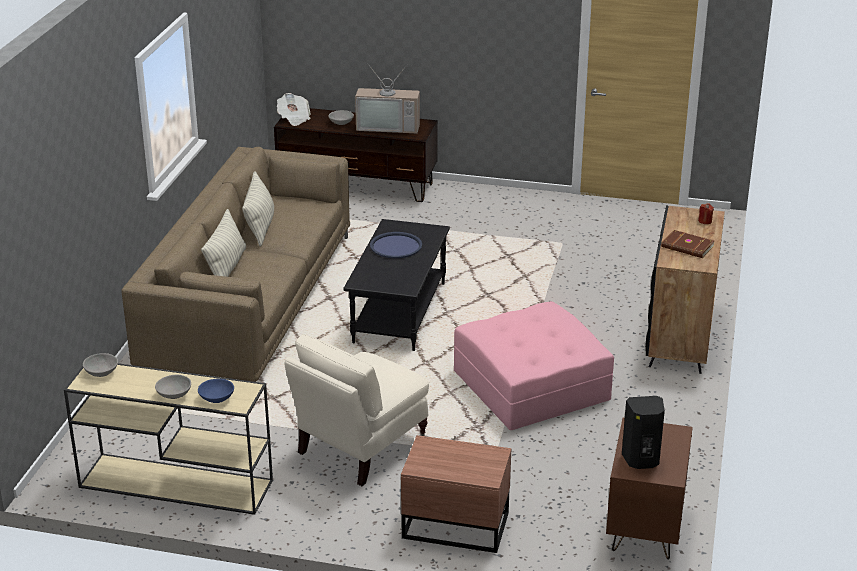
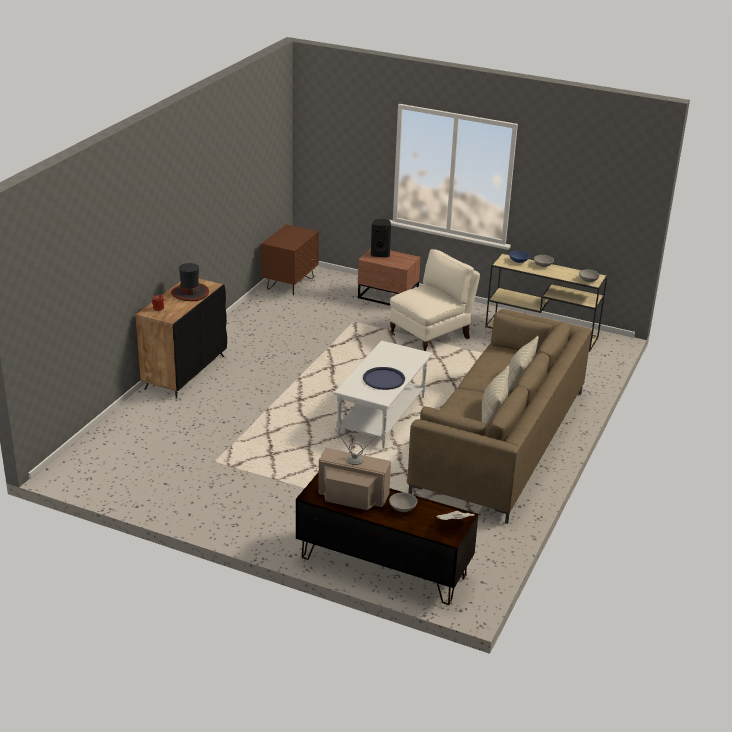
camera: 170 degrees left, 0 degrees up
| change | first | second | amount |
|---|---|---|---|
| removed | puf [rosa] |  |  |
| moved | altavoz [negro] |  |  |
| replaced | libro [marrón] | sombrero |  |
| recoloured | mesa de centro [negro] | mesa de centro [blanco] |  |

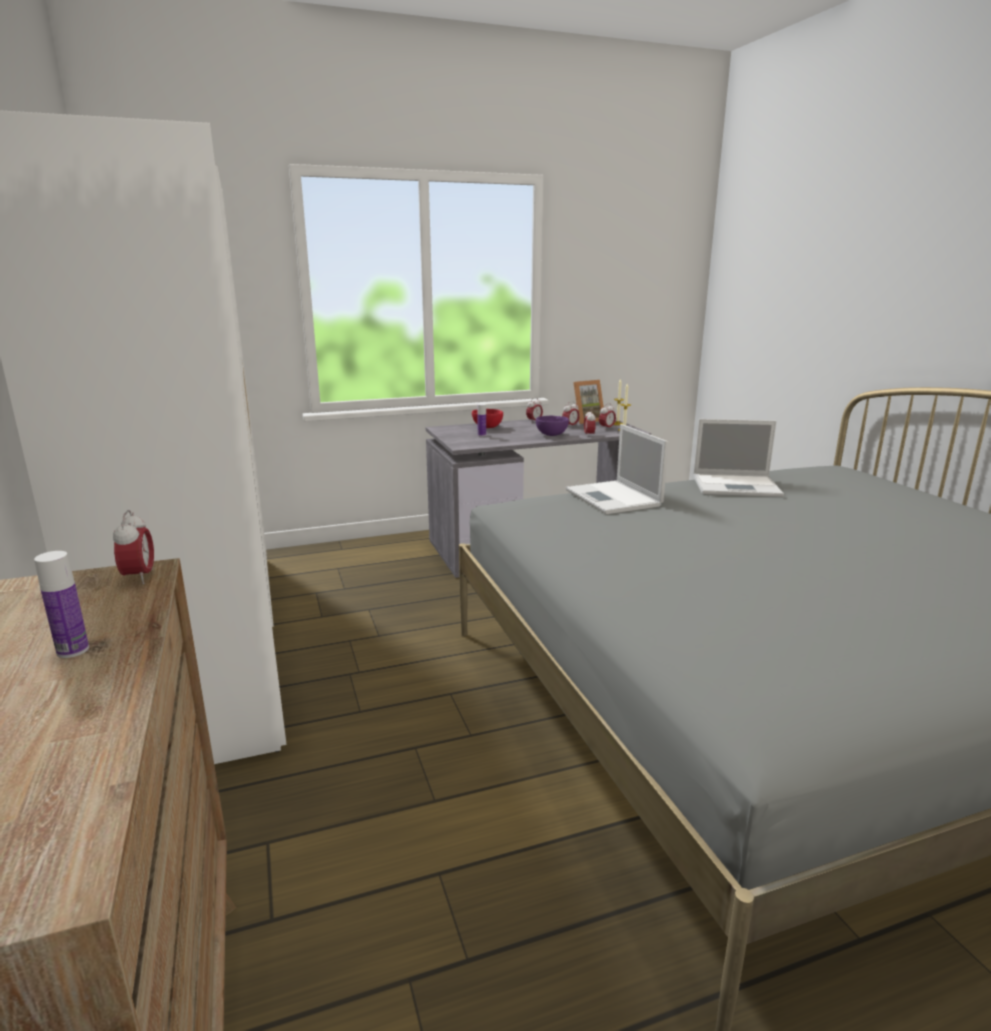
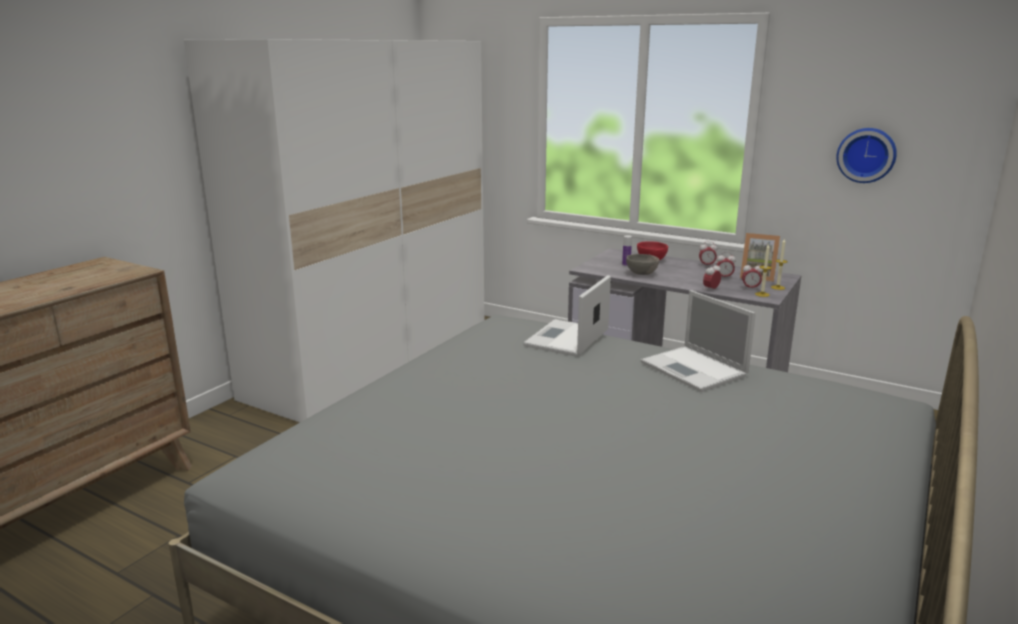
camera: 50 degrees right, 0 degrees up
| change | first | second | amount |
|---|---|---|---|
| removed | botella (1st from left) |  |  |
| removed | despertador (1st from left) |  |  |
| removed | cuenco [morado] |  |  |
| added |  | cuenco [gris] |  |
| added |  | reloj de pared |  |

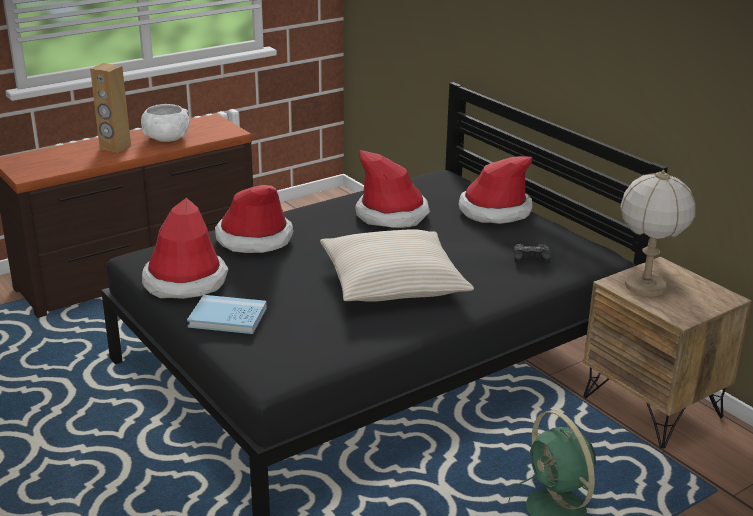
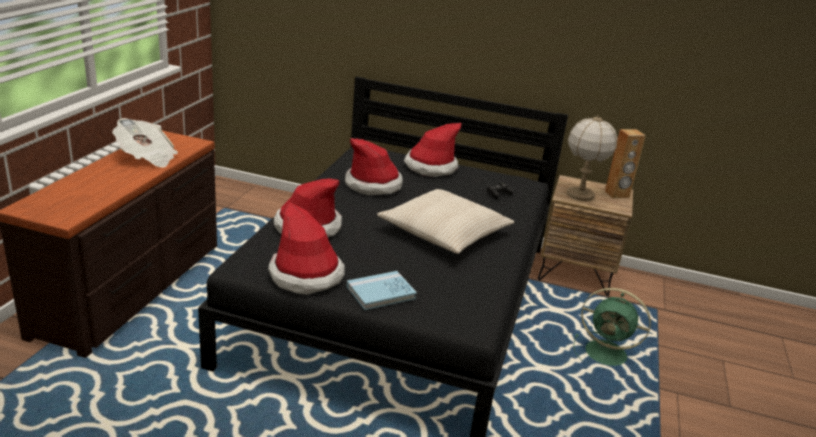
camera: 40 degrees left, 0 degrees up
| change | first | second | amount |
|---|---|---|---|
| moved | altavoz [marrón] |  |  |
| replaced | cuenco [blanco] | periódico |  |

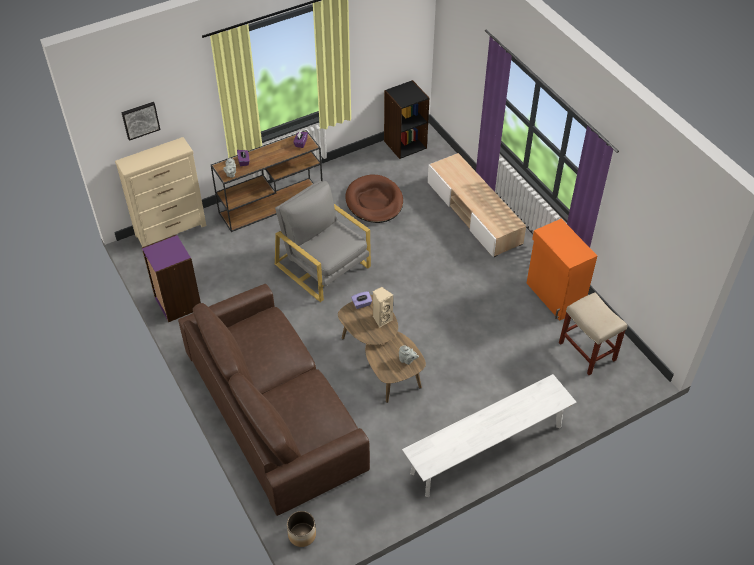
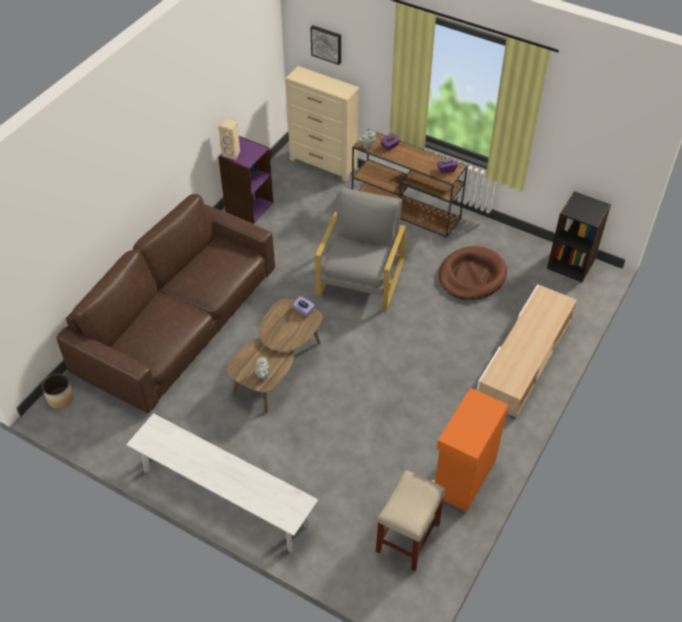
camera: 60 degrees right, 0 degrees up
| change | first | second | amount |
|---|---|---|---|
| moved | altavoz [beis] |  |  |

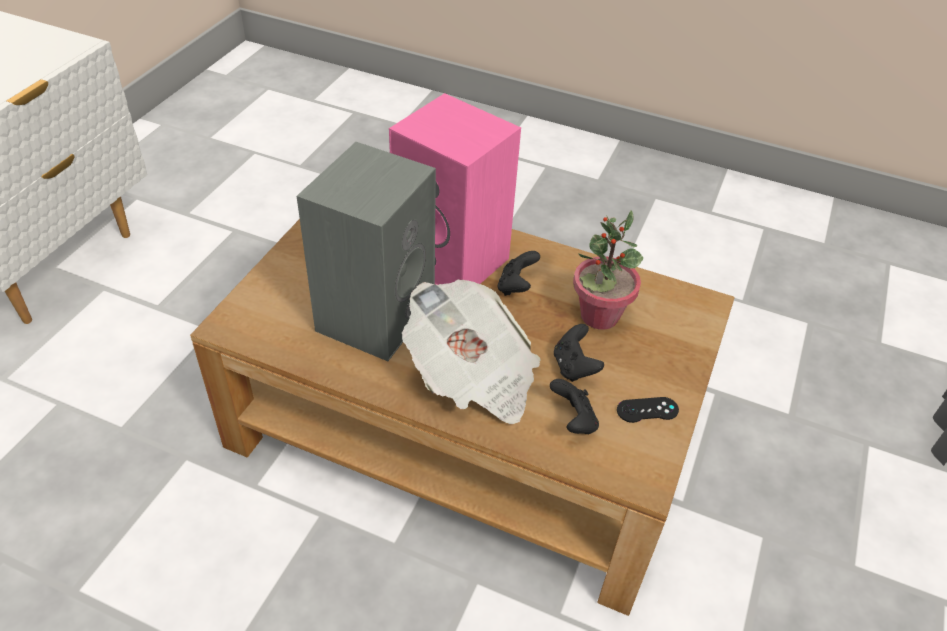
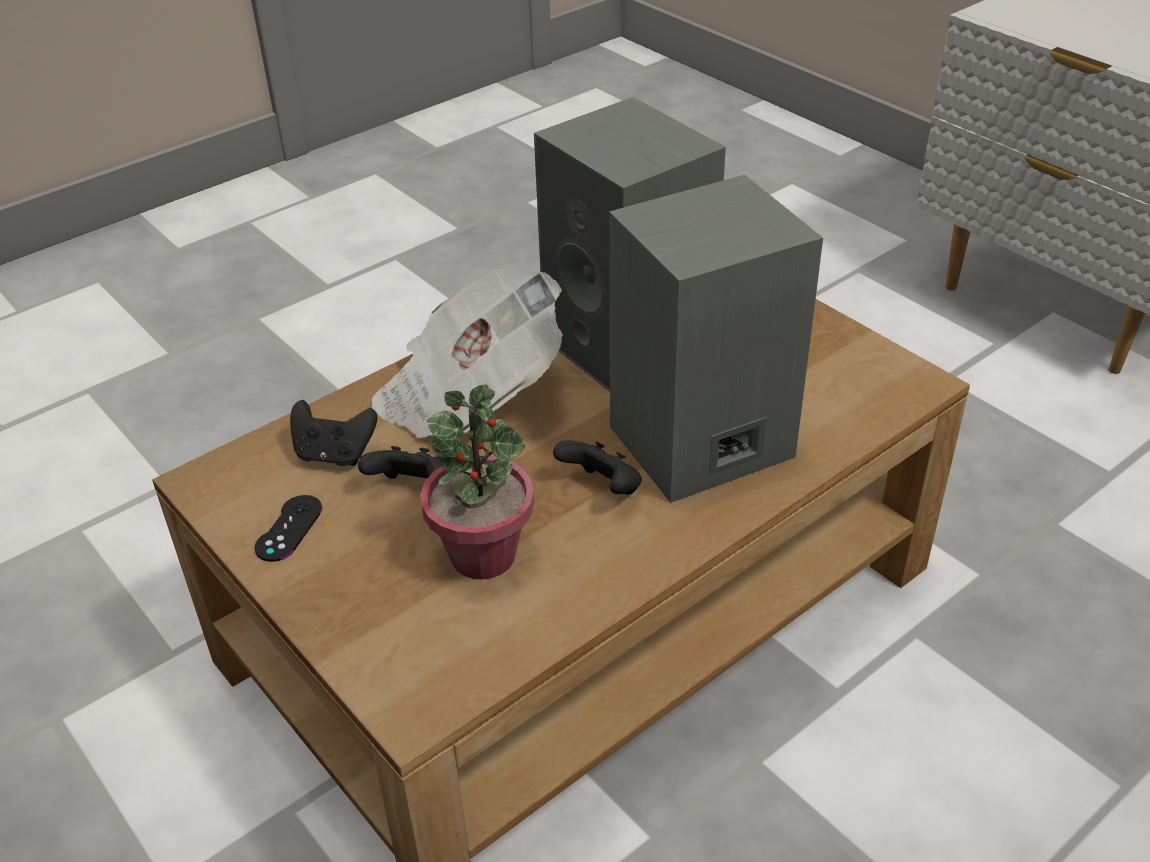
camera: 120 degrees right, 5 degrees down
| change | first | second | amount |
|---|---|---|---|
| recoloured | altavoz [rosa] | altavoz [gris] (2nd from left) |  |

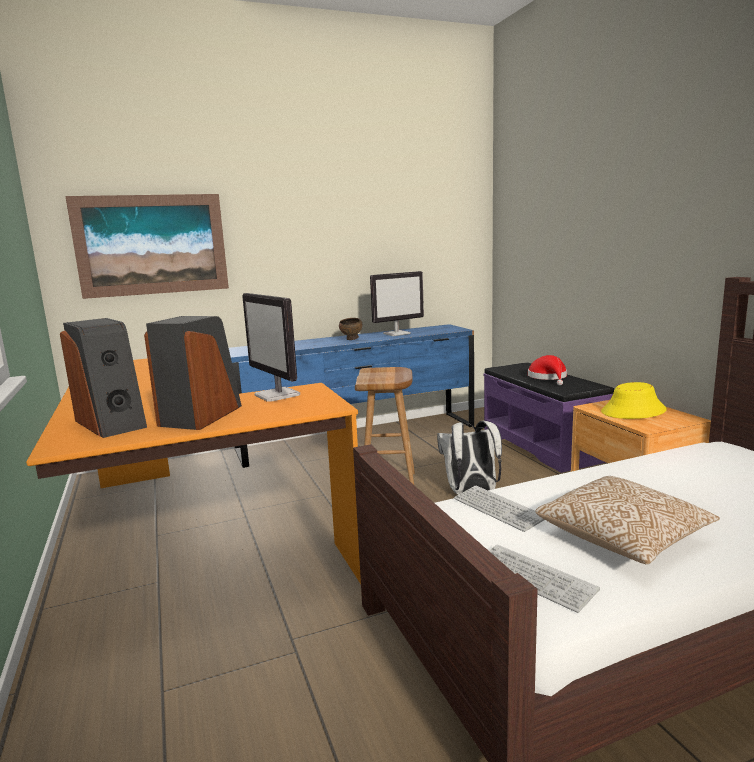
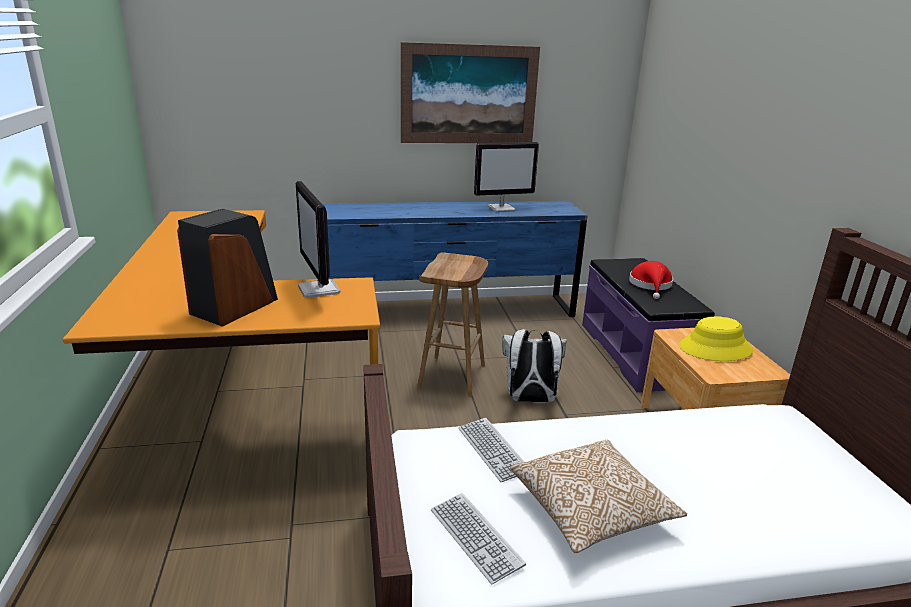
camera: 10 degrees right, 10 degrees up
| change | first | second | amount |
|---|---|---|---|
| removed | altavoz (1st from left) |  |  |
| removed | cuenco [marrón] |  |  |
| moved | cuadro |  |  |

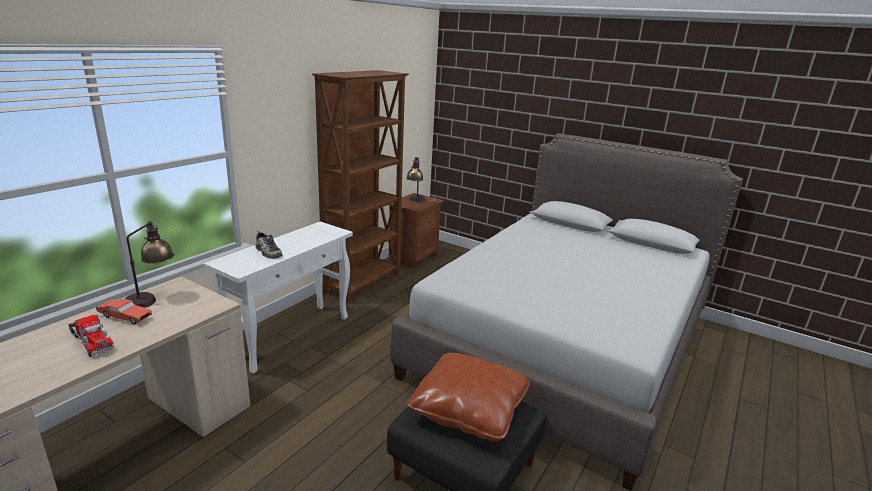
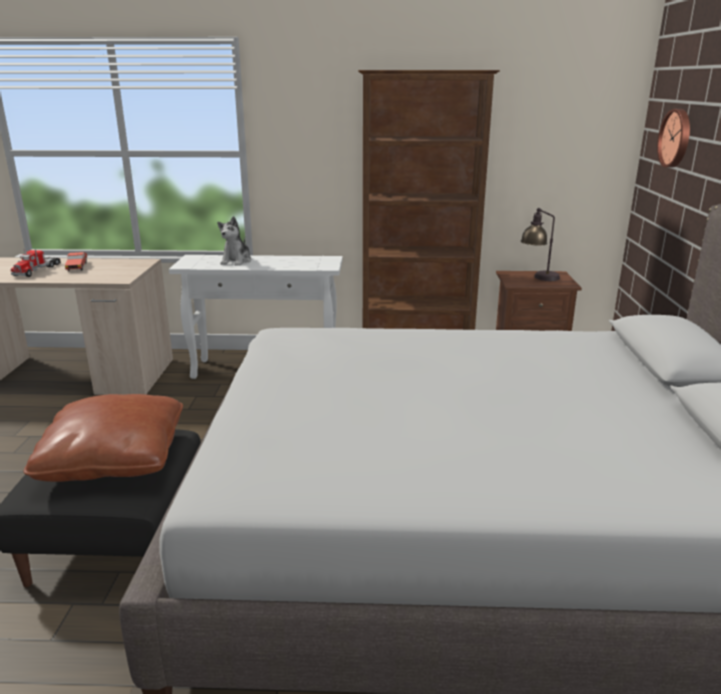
camera: 60 degrees right, 0 degrees up
| change | first | second | amount |
|---|---|---|---|
| removed | lámpara de mesa (1st from left) |  |  |
| added |  | reloj de pared |  |
| replaced | zapato | peluche |  |

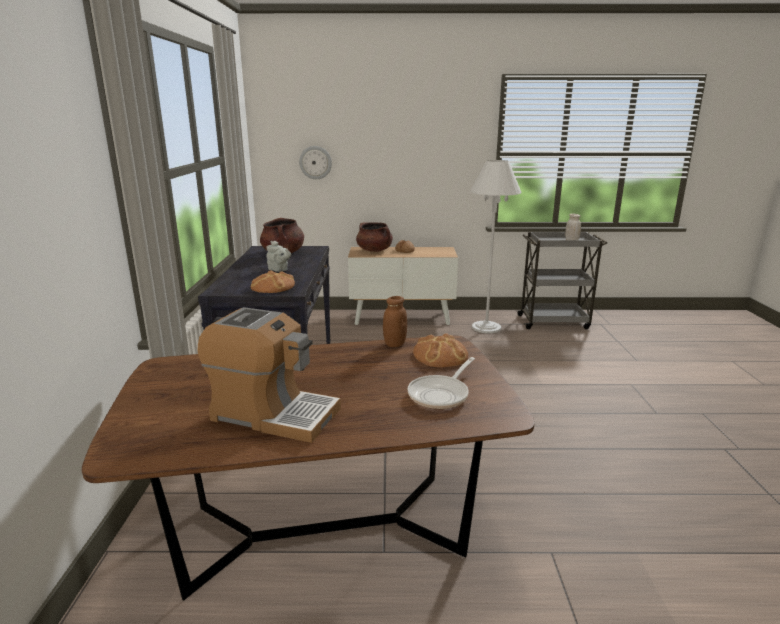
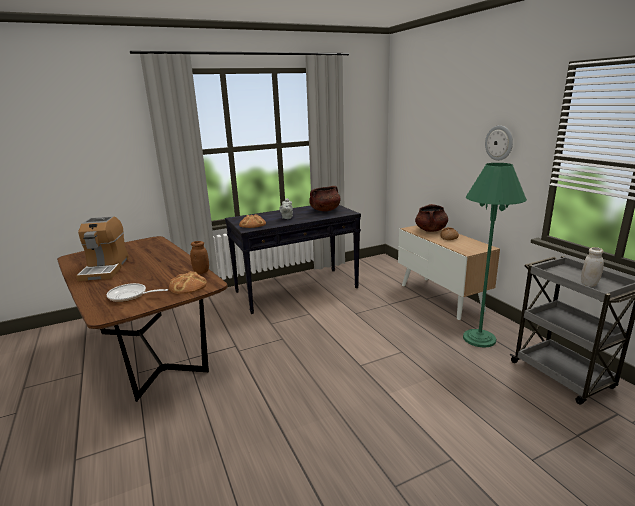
camera: 65 degrees right, 0 degrees up
| change | first | second | amount |
|---|---|---|---|
| moved | reloj de pared |  |  |
| recoloured | lámpara de pie [blanco] | lámpara de pie [verde] |  |

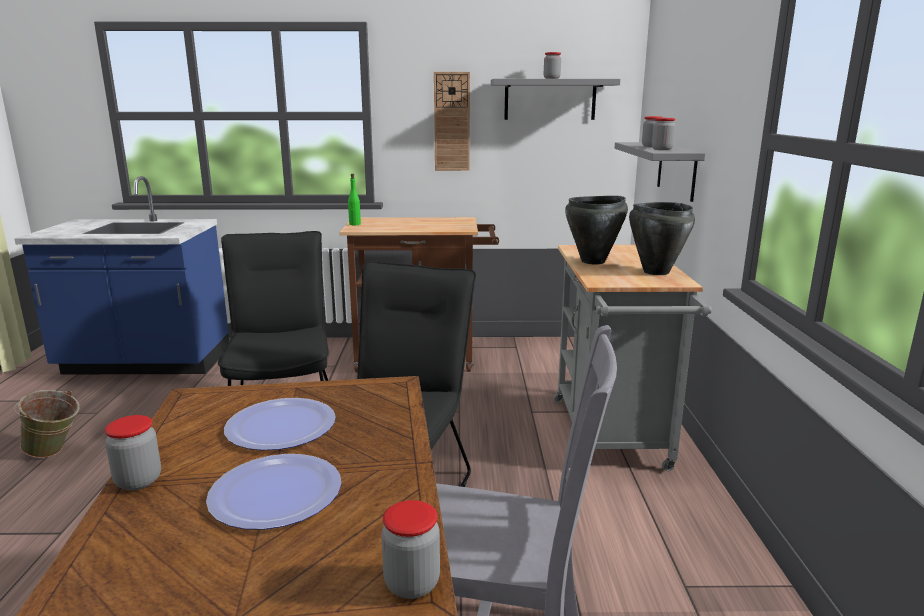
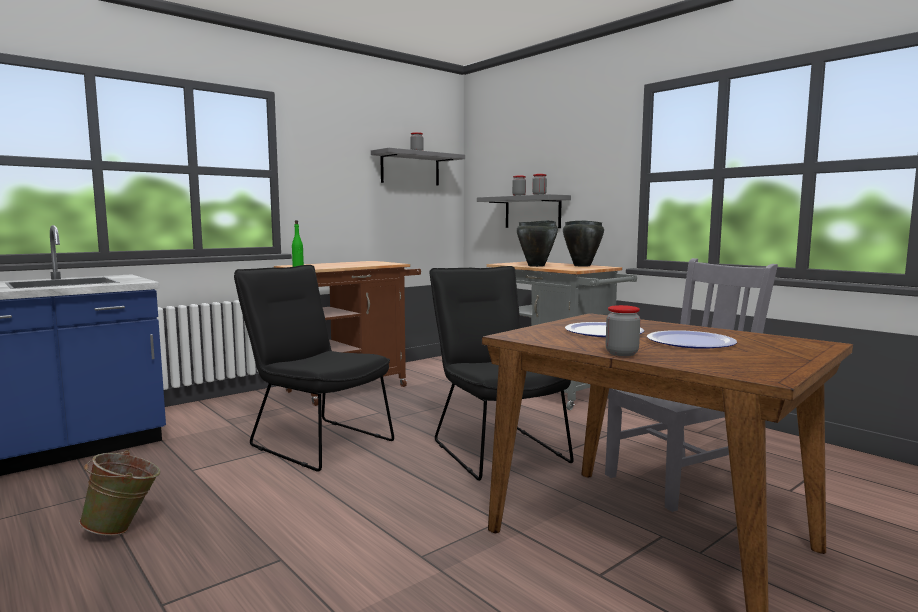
camera: 40 degrees left, 10 degrees down
| change | first | second | amount |
|---|---|---|---|
| removed | tarro (2nd from left) |  |  |
| removed | reloj de pared |  |  |

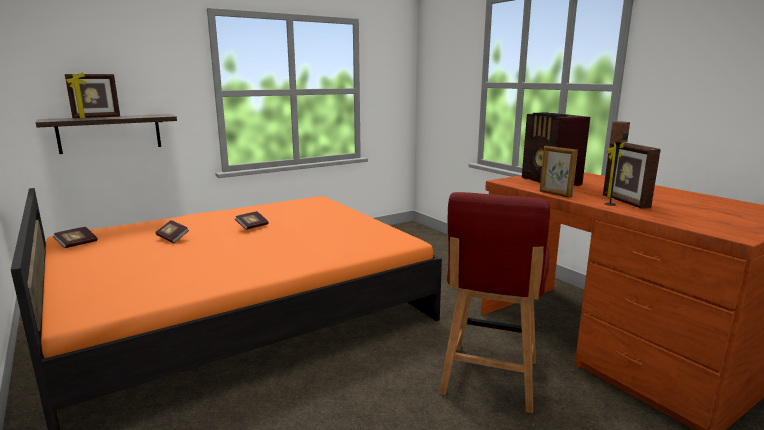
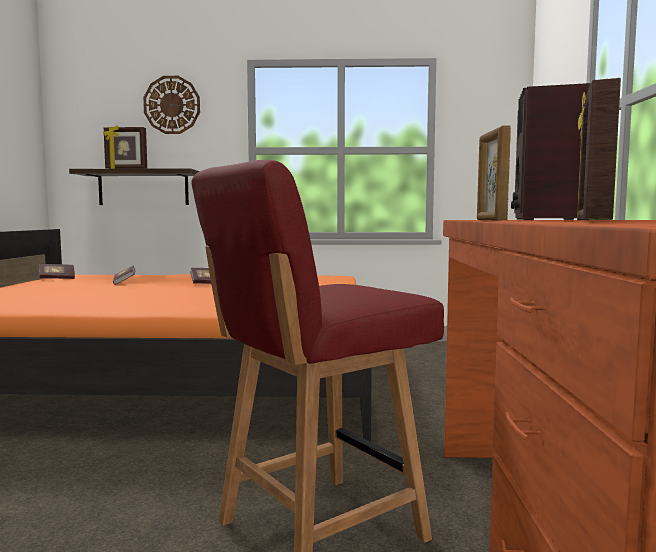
camera: 35 degrees right, 10 degrees down
| change | first | second | amount |
|---|---|---|---|
| removed | altavoz |  |  |
| added |  | reloj de pared |  |

